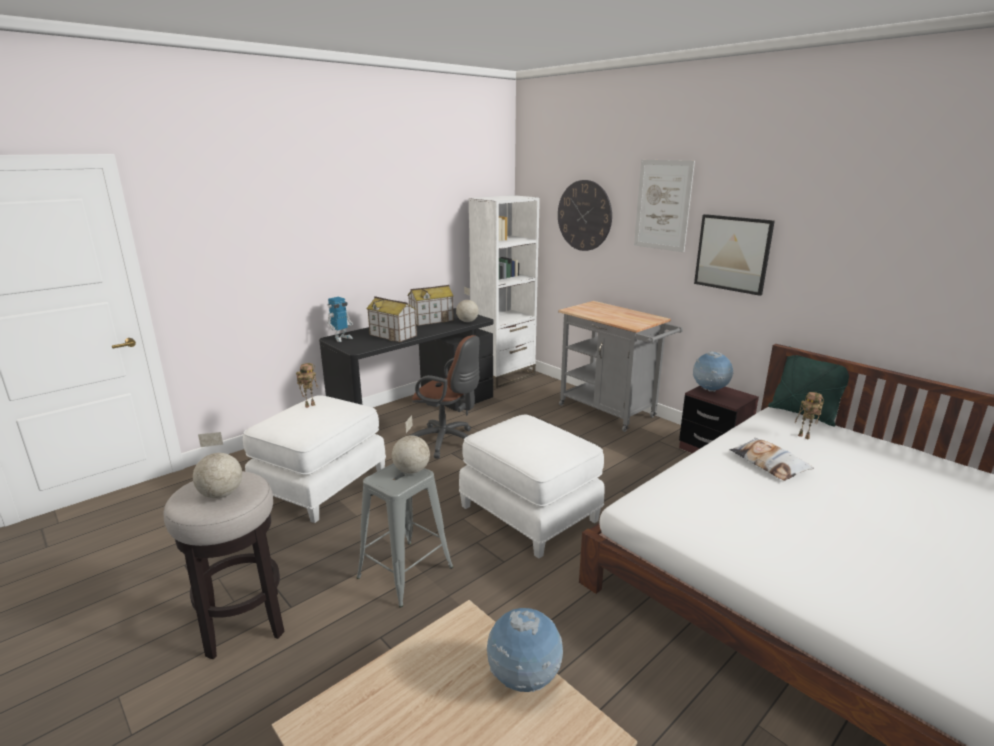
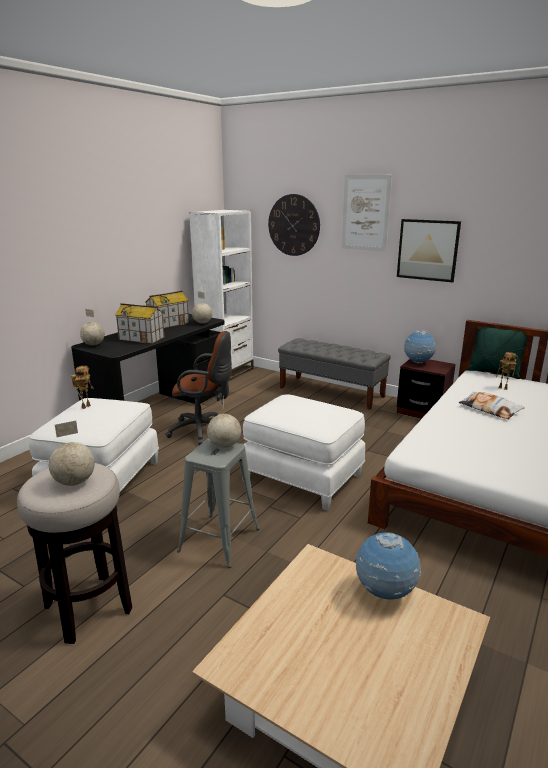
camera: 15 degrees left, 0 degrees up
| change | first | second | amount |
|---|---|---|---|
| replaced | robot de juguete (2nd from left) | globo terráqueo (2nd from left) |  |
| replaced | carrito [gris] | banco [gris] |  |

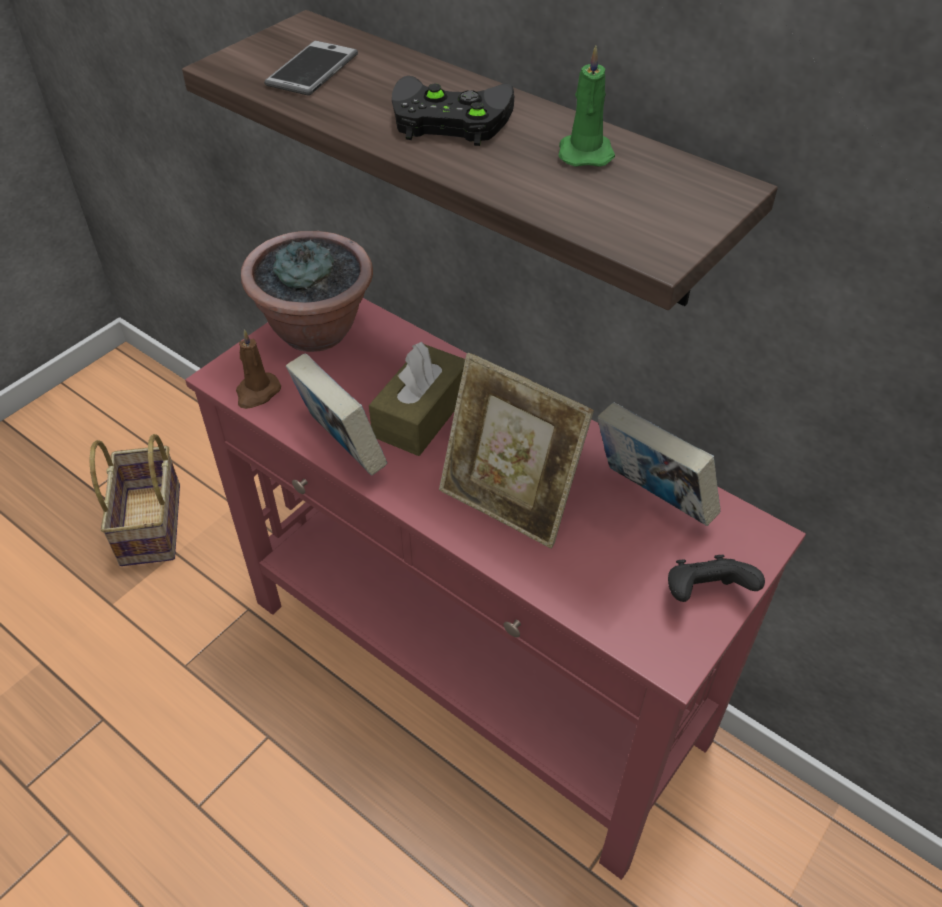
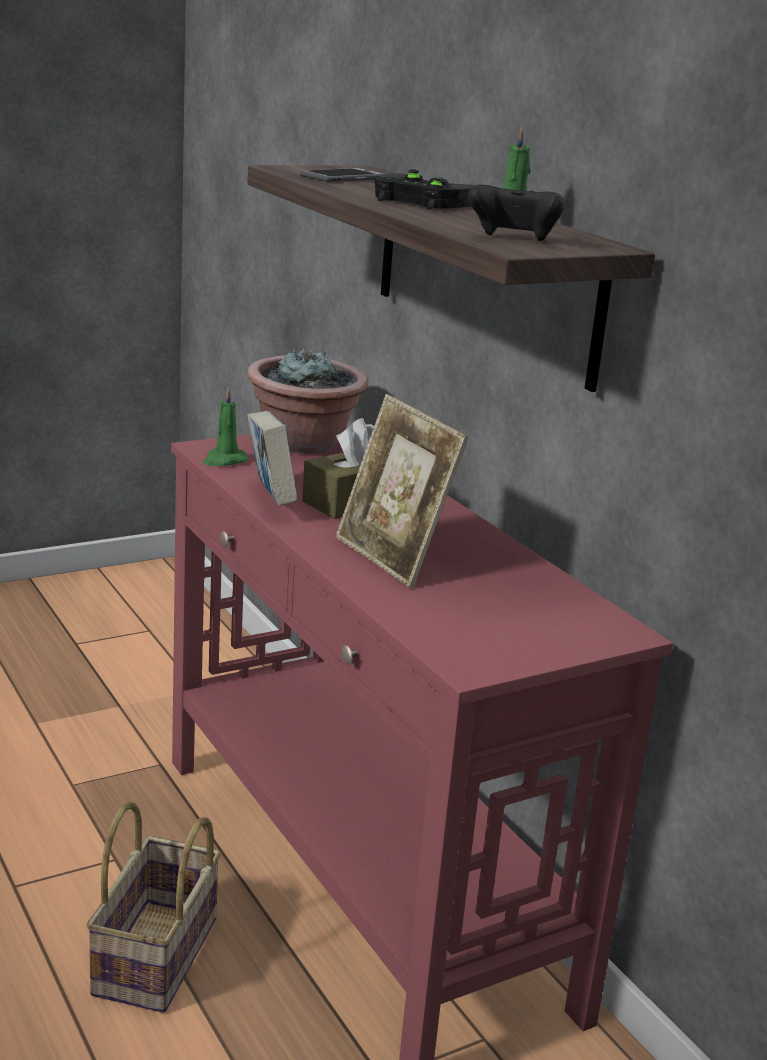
camera: 20 degrees right, 25 degrees down
| change | first | second | amount |
|---|---|---|---|
| removed | libro (2nd from left) |  |  |
| moved | cesta |  |  |
| moved | mando de consola [negro] (2nd from left) |  |  |
| recoloured | vela [marrón] | vela [verde] (1st from left) |  |

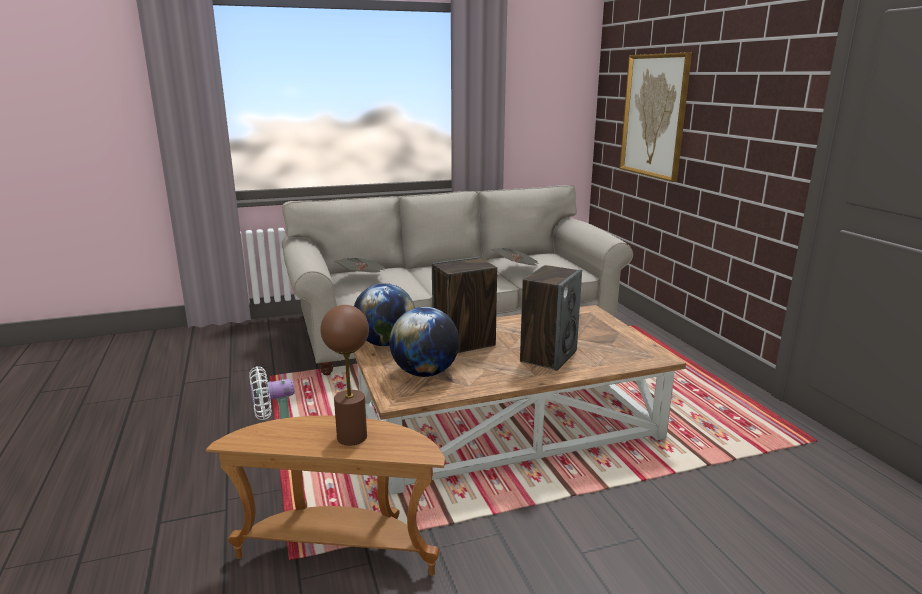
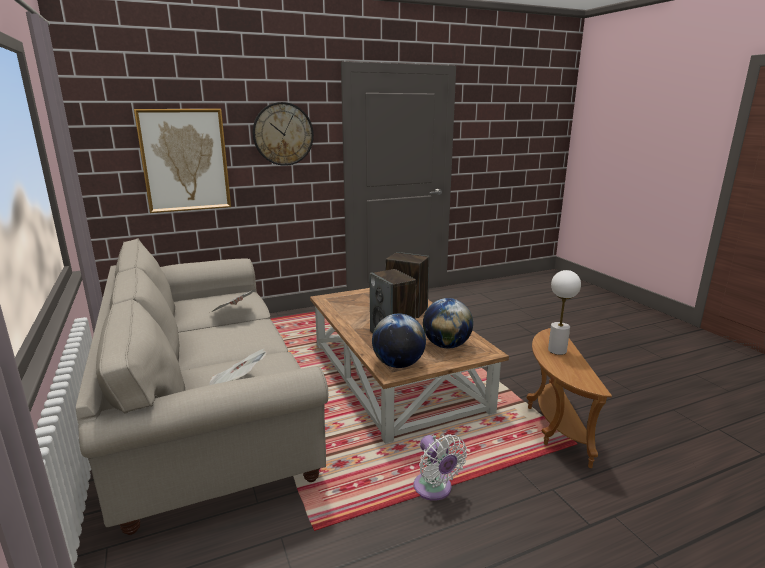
camera: 95 degrees left, 0 degrees up
| change | first | second | amount |
|---|---|---|---|
| added |  | reloj de pared |  |
| recoloured | lámpara de mesa [marrón] | lámpara de mesa [blanco] |  |

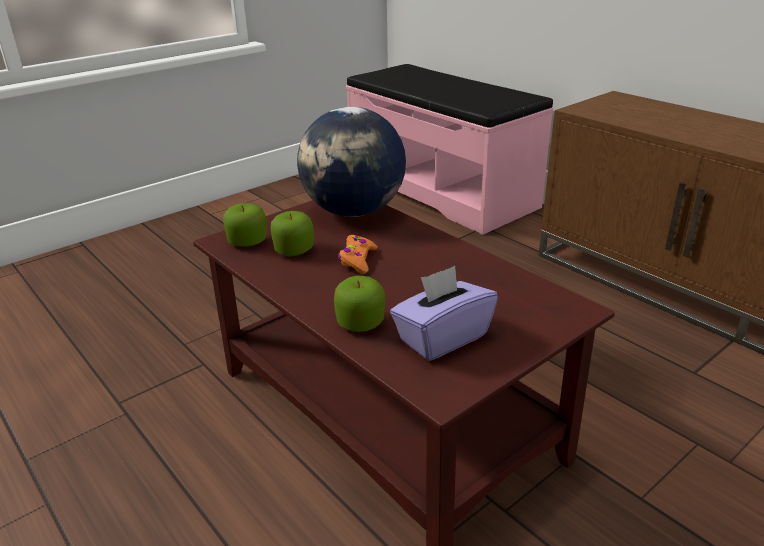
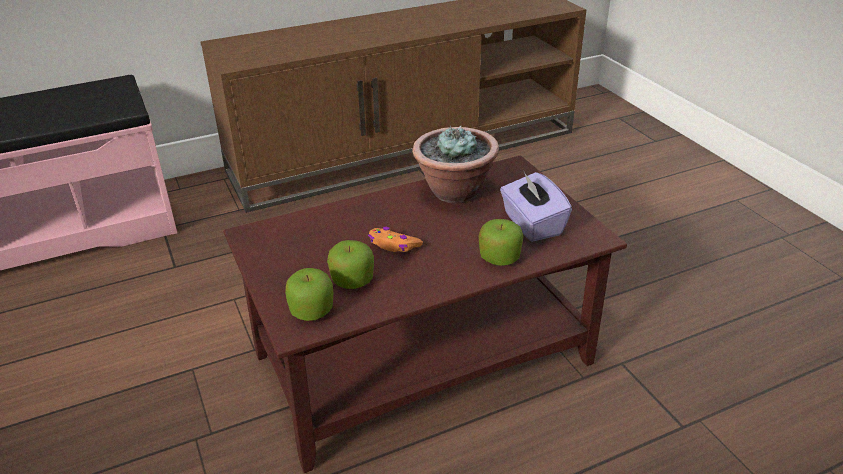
camera: 75 degrees left, 5 degrees up
| change | first | second | amount |
|---|---|---|---|
| removed | globo terráqueo |  |  |
| added |  | planta en maceta |  |

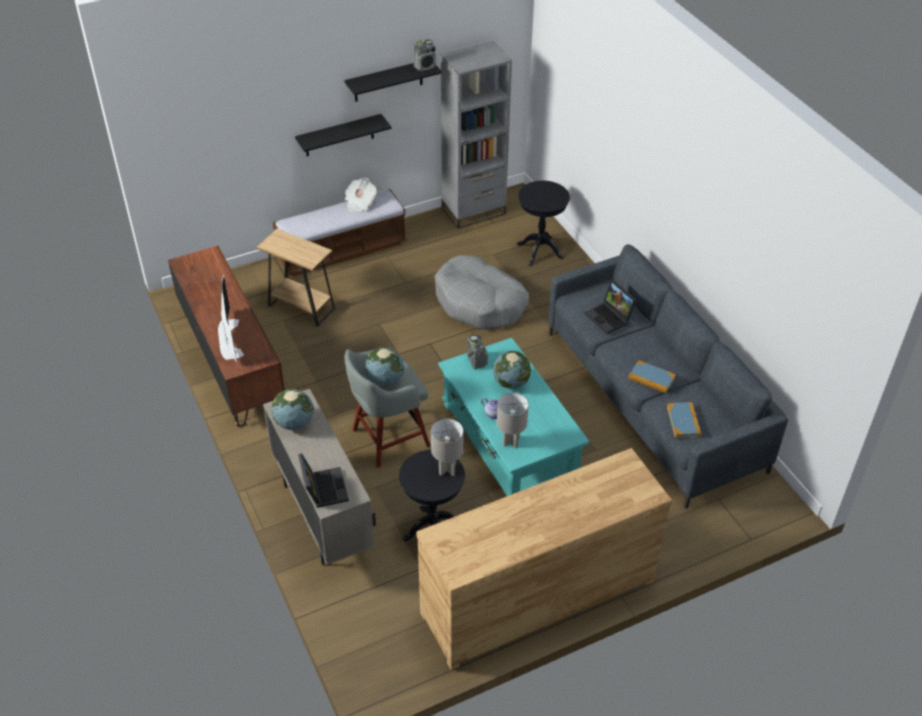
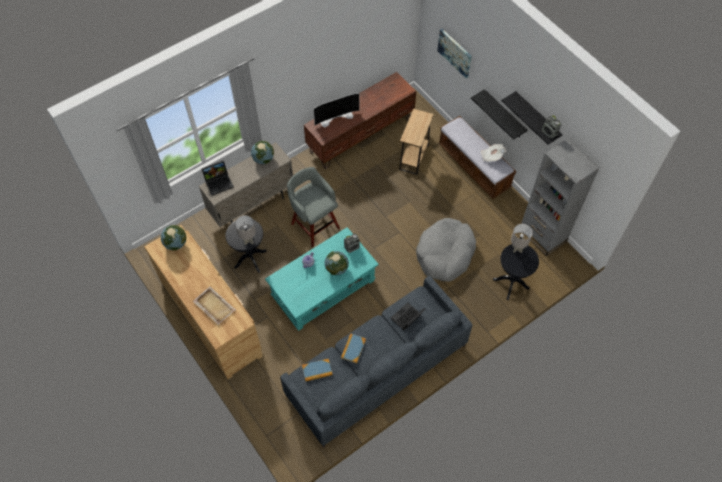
camera: 80 degrees right, 15 degrees up
| change | first | second | amount |
|---|---|---|---|
| added |  | bandeja [beis] |  |
| added |  | cuadro |  |
| moved | globo terráqueo (2nd from left in the first image) | globo terráqueo (1st from left) |  |
| moved | lámpara de mesa [gris] (2nd from left) |  |  |

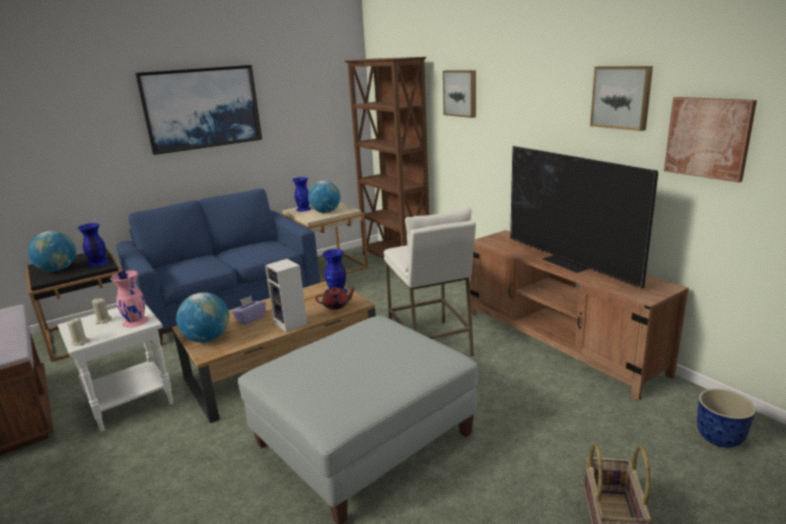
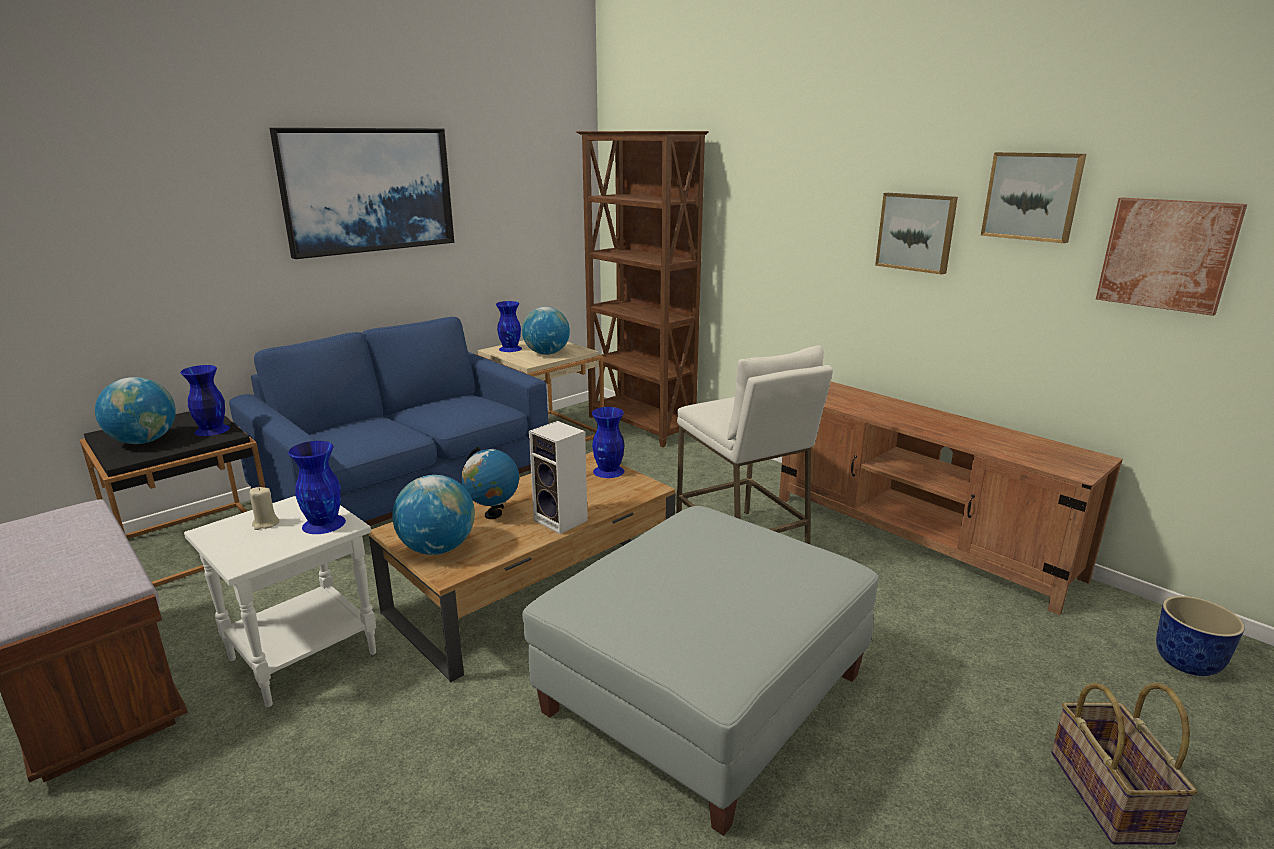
camera: 10 degrees left, 0 degrees up
| change | first | second | amount |
|---|---|---|---|
| removed | vela [beis] (1st from left) |  |  |
| removed | tetera [rojo] |  |  |
| removed | televisor |  |  |
| moved | cuadro (2nd from left) |  |  |
| replaced | caja de pañuelos [morado] | globo terráqueo (3rd from left) |  |
| recoloured | florero [rosa] | florero [azul] (2nd from left) |  |

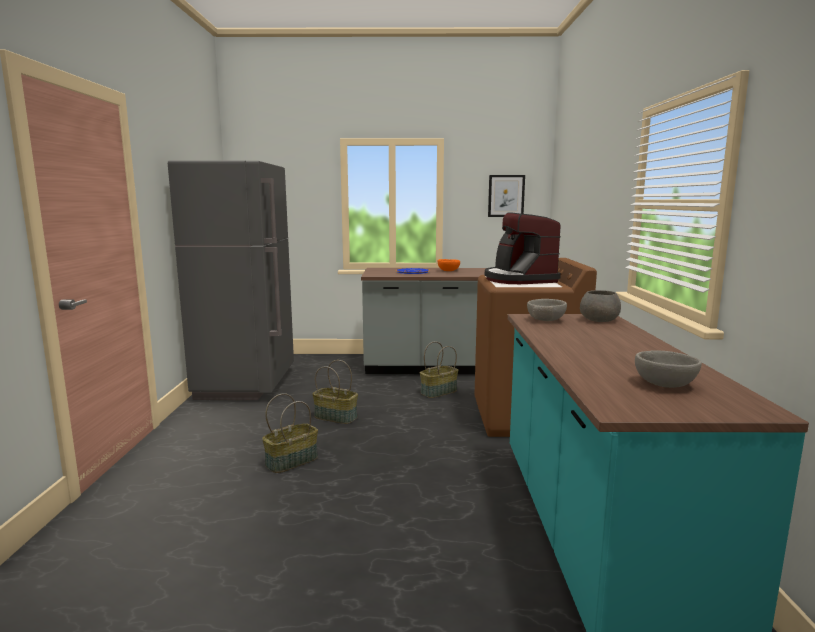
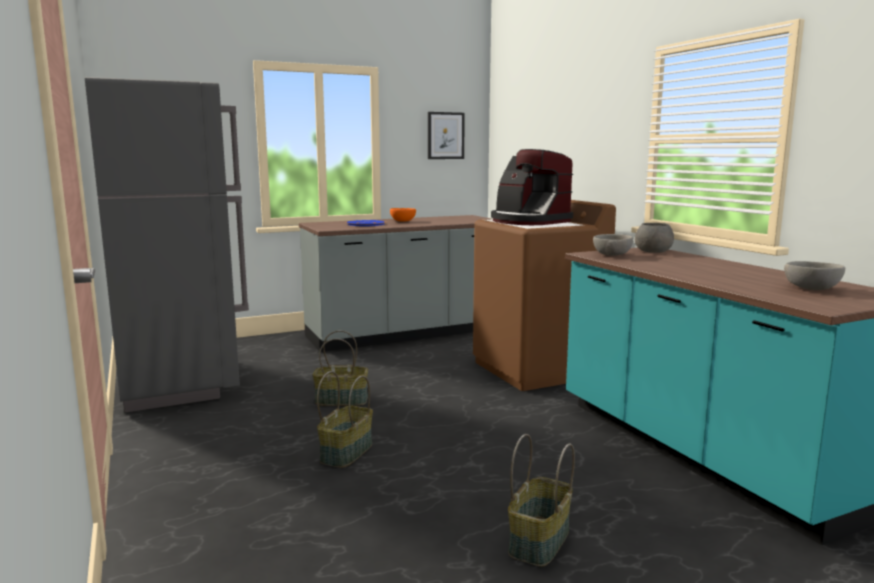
camera: 25 degrees left, 0 degrees up
| change | first | second | amount |
|---|---|---|---|
| moved | cesta (3rd from left) |  |  |

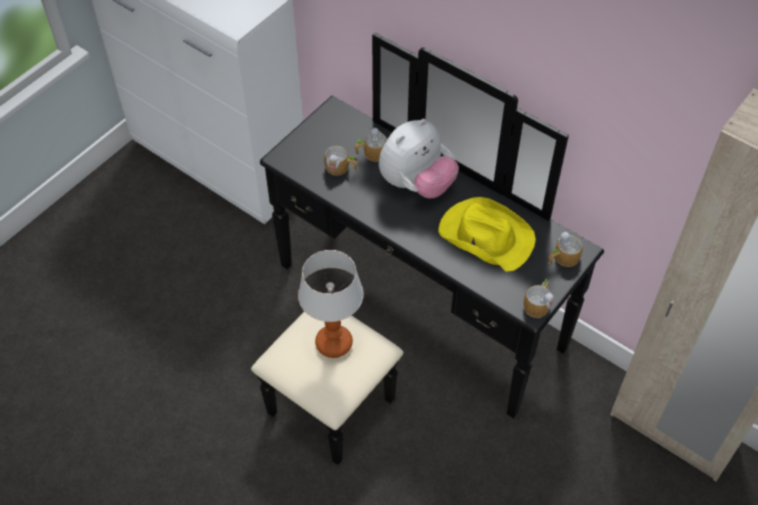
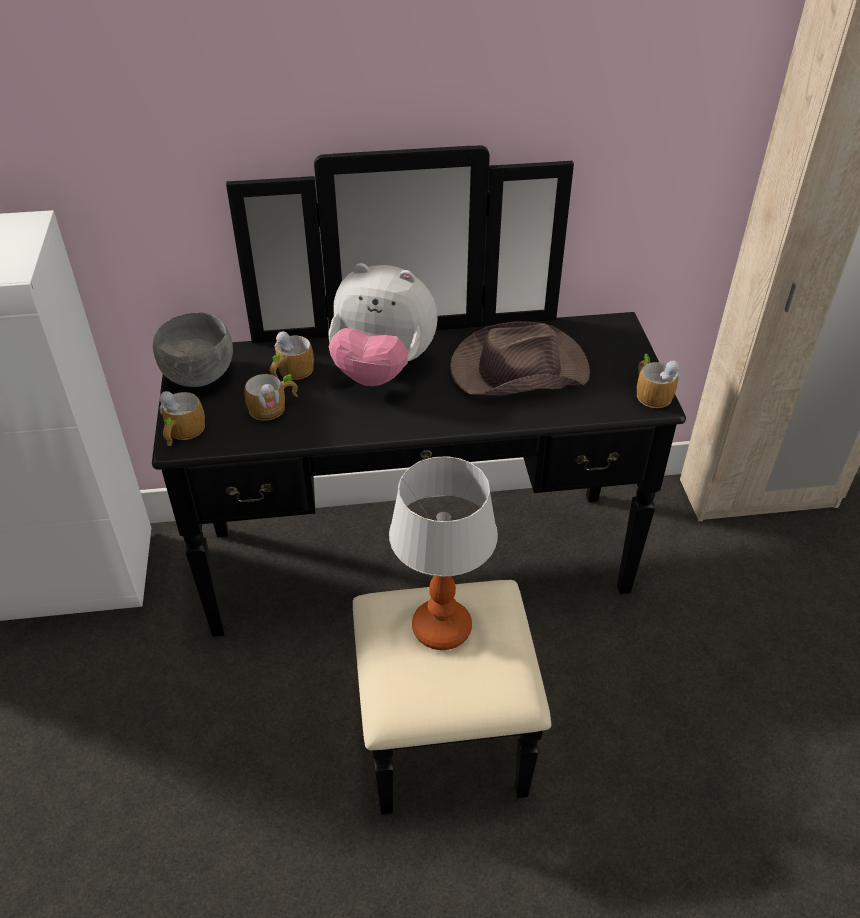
camera: 45 degrees left, 10 degrees down
| change | first | second | amount |
|---|---|---|---|
| added |  | cuenco [gris] |  |
| moved | taza grande (4th from left in the first image) | taza grande (1st from left) |  |
| recoloured | sombrero [amarillo] | sombrero [marrón] |  |
| turned | peluche |  | 105 degrees clockwise |

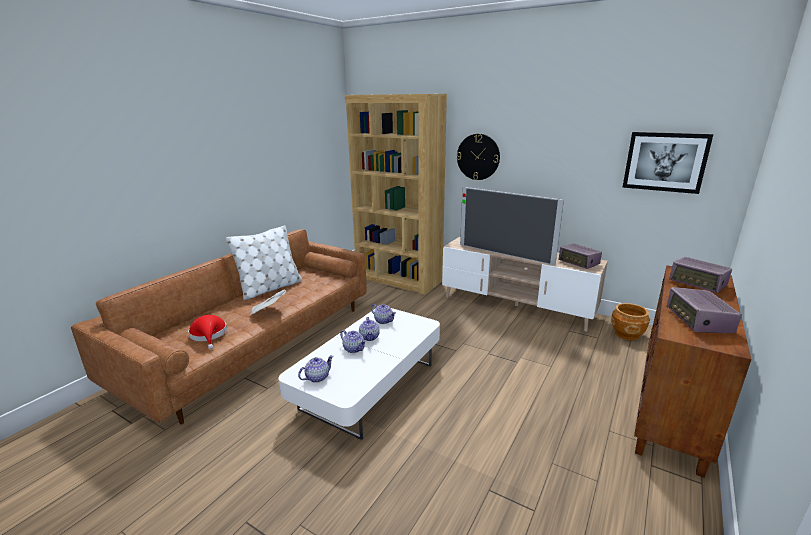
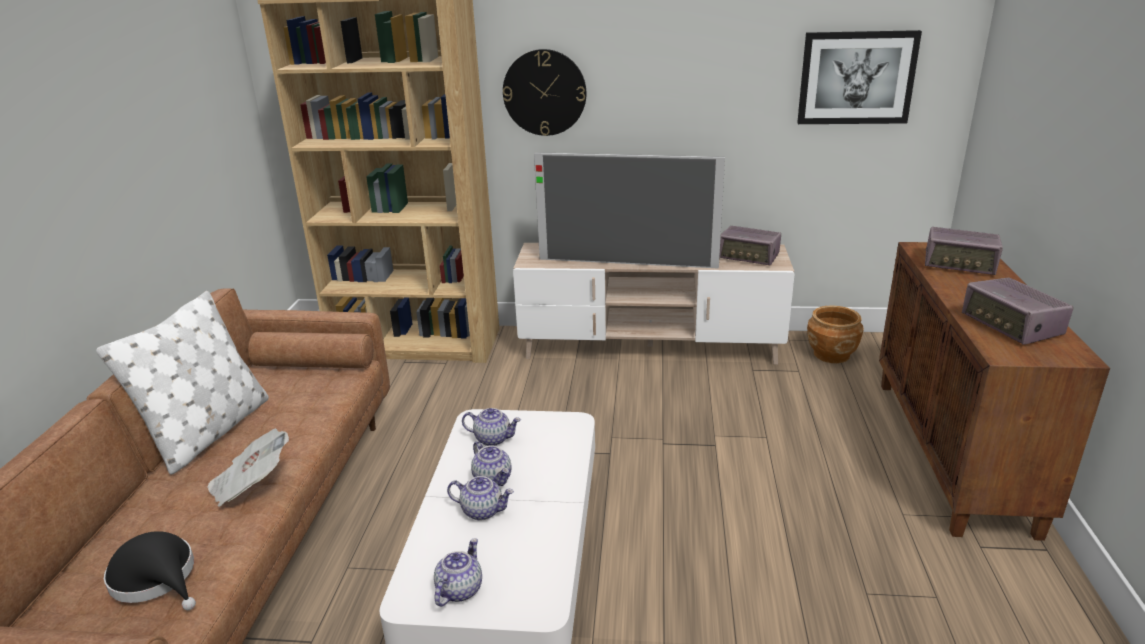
camera: 25 degrees left, 5 degrees up
| change | first | second | amount |
|---|---|---|---|
| recoloured | sombrero [rojo] | sombrero [negro] |  |

